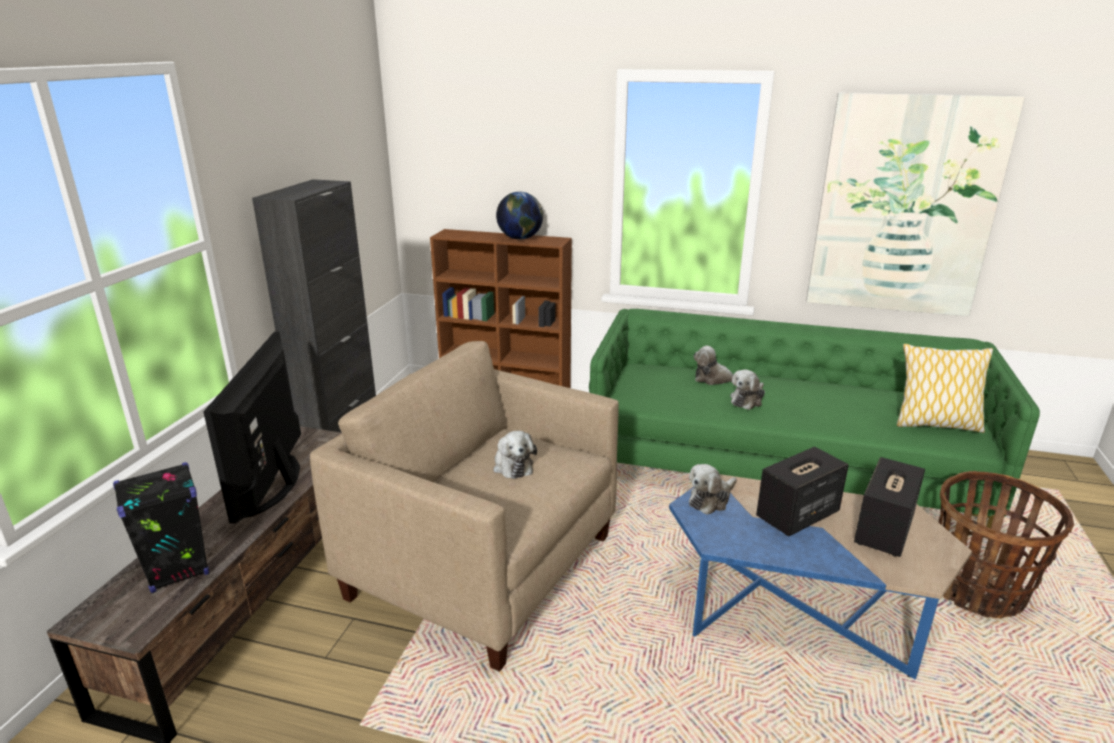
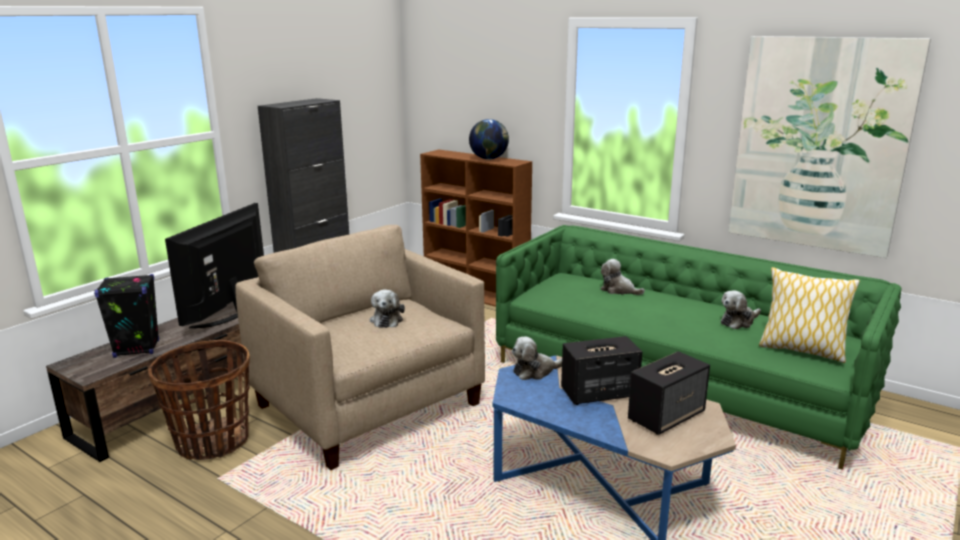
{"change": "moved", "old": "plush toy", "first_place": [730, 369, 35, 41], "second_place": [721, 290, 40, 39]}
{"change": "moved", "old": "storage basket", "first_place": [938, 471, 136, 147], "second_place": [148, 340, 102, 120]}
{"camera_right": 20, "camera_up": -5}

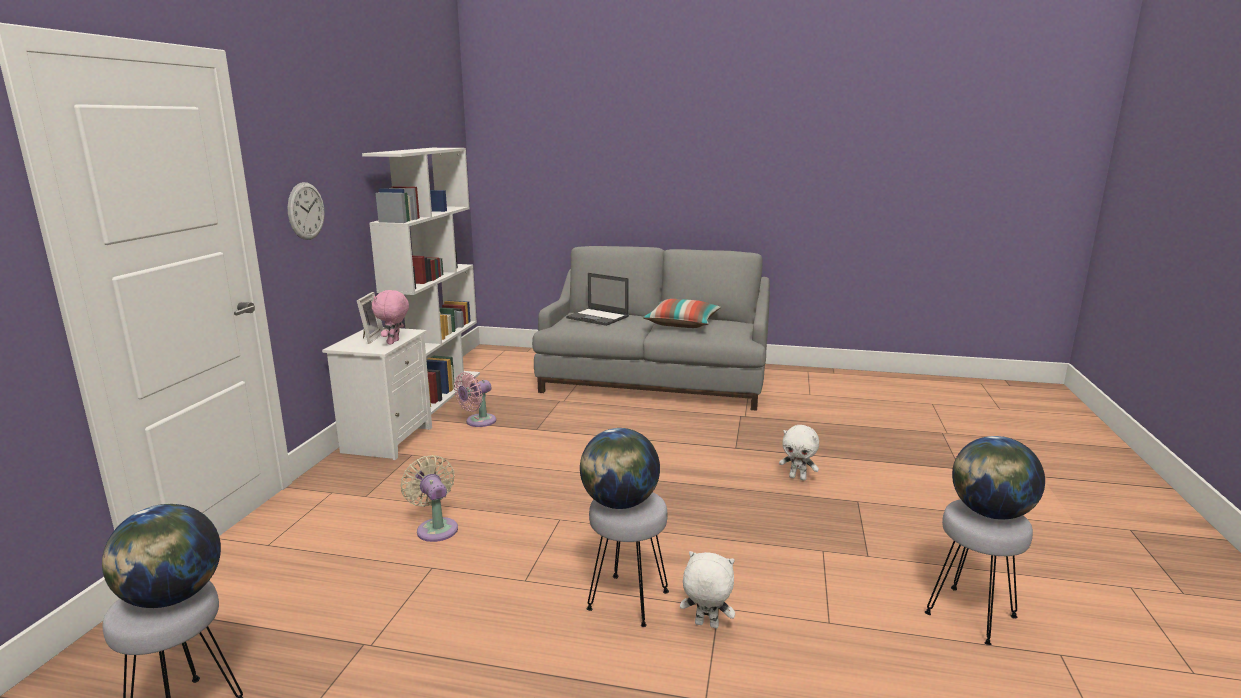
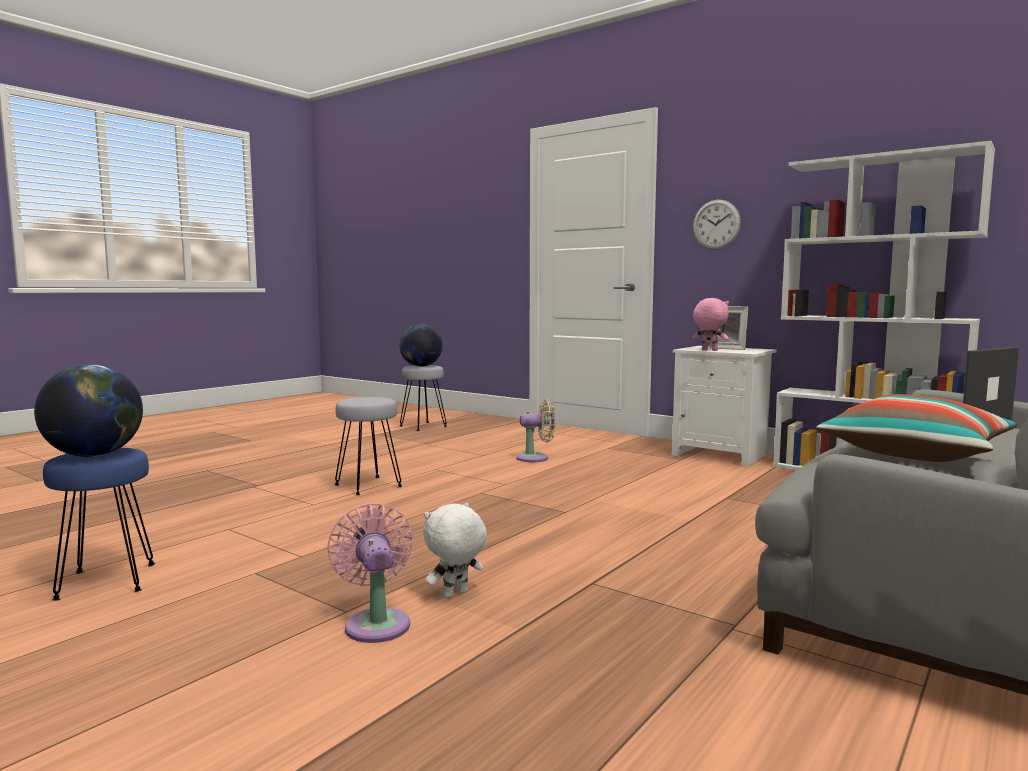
{"change": "moved", "old": "pink-coloured electric fan", "first_place": [454, 372, 42, 55], "second_place": [328, 503, 85, 140]}
{"change": "removed", "old": "globe", "first_place": [580, 428, 80, 81]}
{"change": "removed", "old": "white-coloured plush toy", "first_place": [680, 551, 55, 78]}
{"change": "recoloured", "old": "greyish stool seat", "new": "bluish stool seat", "first_place": [925, 499, 108, 146], "second_place": [43, 448, 112, 153]}
{"camera_right": 115, "camera_up": -10}

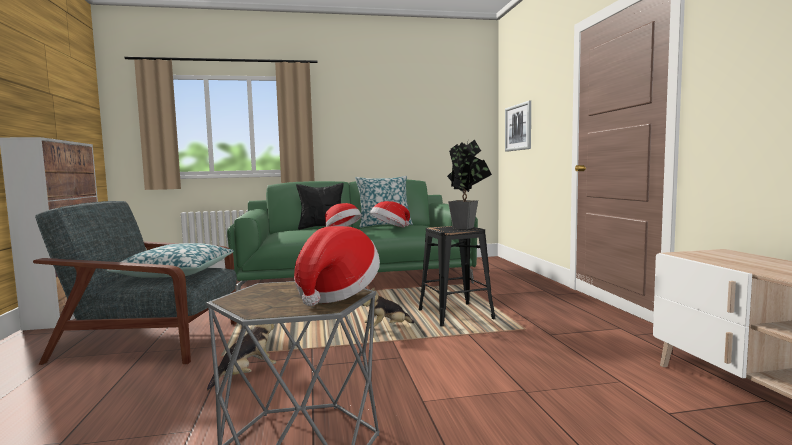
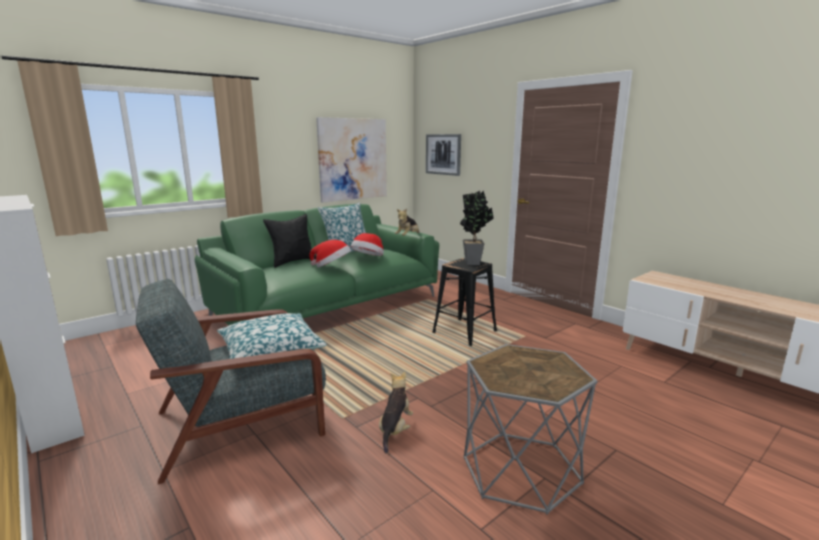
{"change": "removed", "old": "clothing hat", "first_place": [294, 226, 86, 80]}
{"change": "moved", "old": "plush toy", "first_place": [362, 288, 53, 40], "second_place": [395, 208, 24, 28]}
{"change": "added", "new": "picture", "second_place": [316, 117, 71, 86]}
{"camera_right": -30, "camera_up": 10}

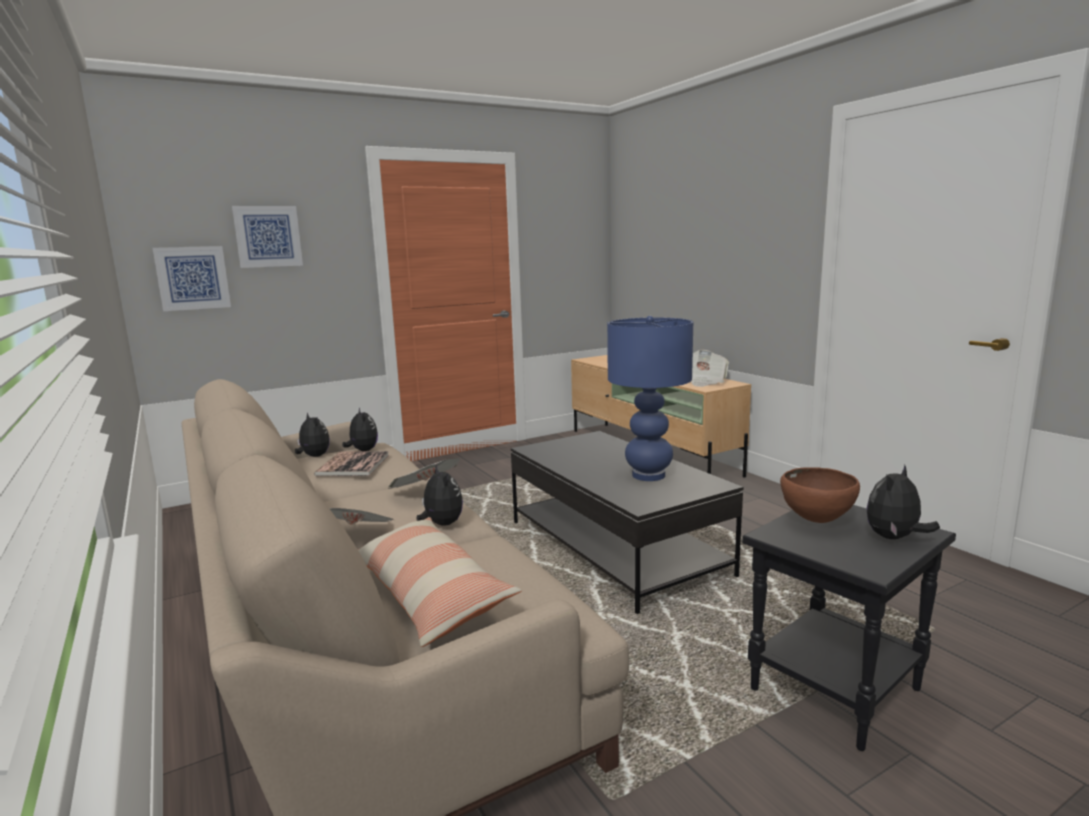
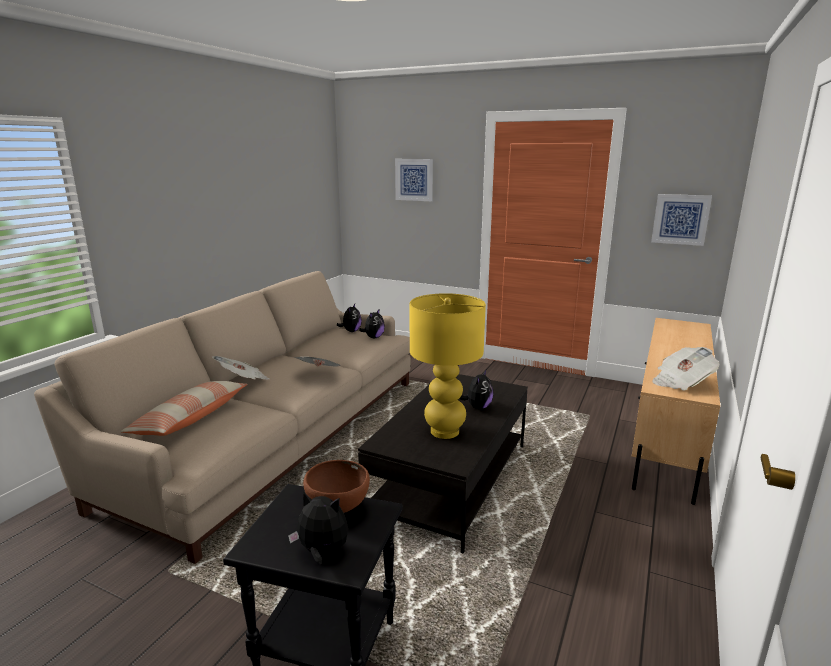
{"change": "moved", "old": "picture", "first_place": [153, 246, 78, 65], "second_place": [651, 194, 61, 52]}
{"change": "removed", "old": "book", "first_place": [314, 451, 75, 25]}
{"change": "moved", "old": "plush toy", "first_place": [416, 464, 47, 62], "second_place": [459, 370, 35, 39]}
{"change": "recoloured", "old": "bluish lamp for a table", "new": "yellow lamp for a table", "first_place": [607, 316, 86, 165], "second_place": [410, 293, 76, 146]}
{"camera_right": 55, "camera_up": 5}

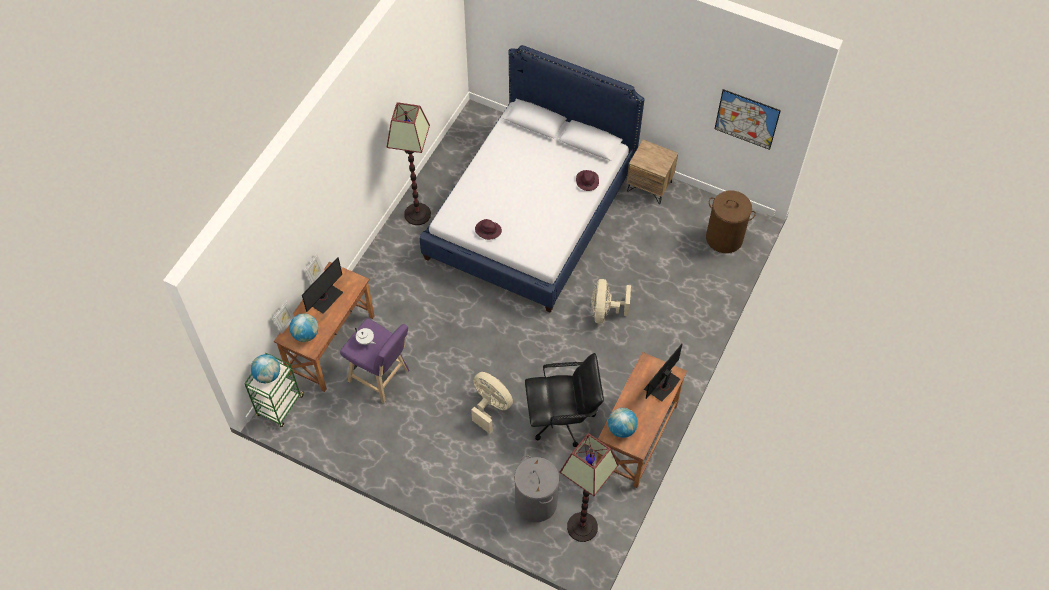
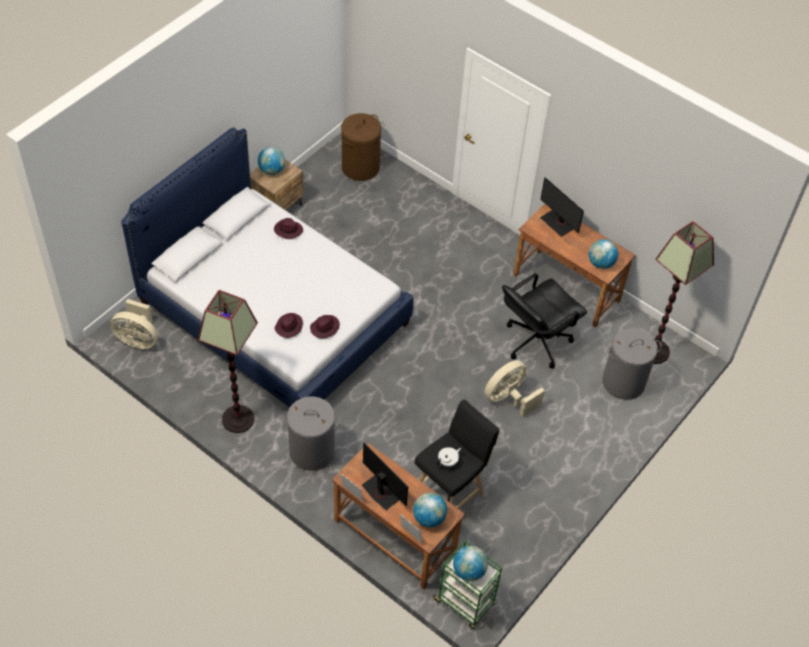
{"change": "recoloured", "old": "purple stool seat", "new": "black stool seat", "first_place": [340, 318, 70, 85], "second_place": [415, 400, 84, 109]}
{"change": "turned", "old": "black computer chair", "first_place": [525, 353, 79, 94], "second_place": [502, 273, 85, 96], "degrees": -135}
{"change": "moved", "old": "beige-coloured electric fan", "first_place": [591, 279, 40, 45], "second_place": [110, 299, 48, 50]}
{"change": "removed", "old": "picture", "first_place": [715, 89, 66, 61]}
{"change": "added", "new": "globe", "second_place": [258, 147, 27, 28]}
{"change": "added", "new": "purple clothing hat", "second_place": [275, 313, 28, 25]}
{"change": "added", "new": "greyish hamper", "second_place": [281, 396, 59, 75]}
{"camera_right": -80, "camera_up": -5}

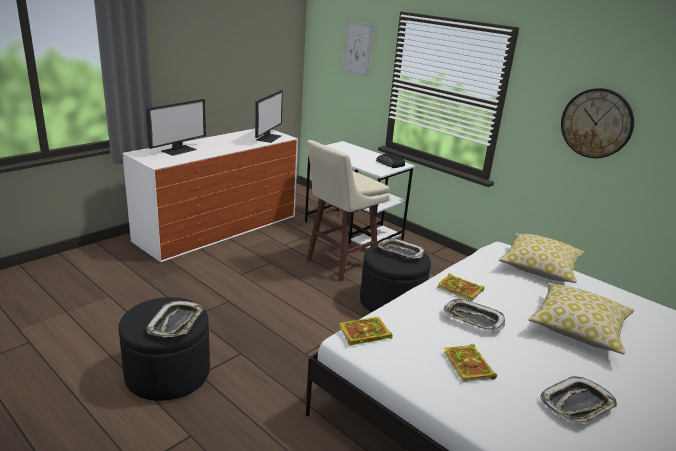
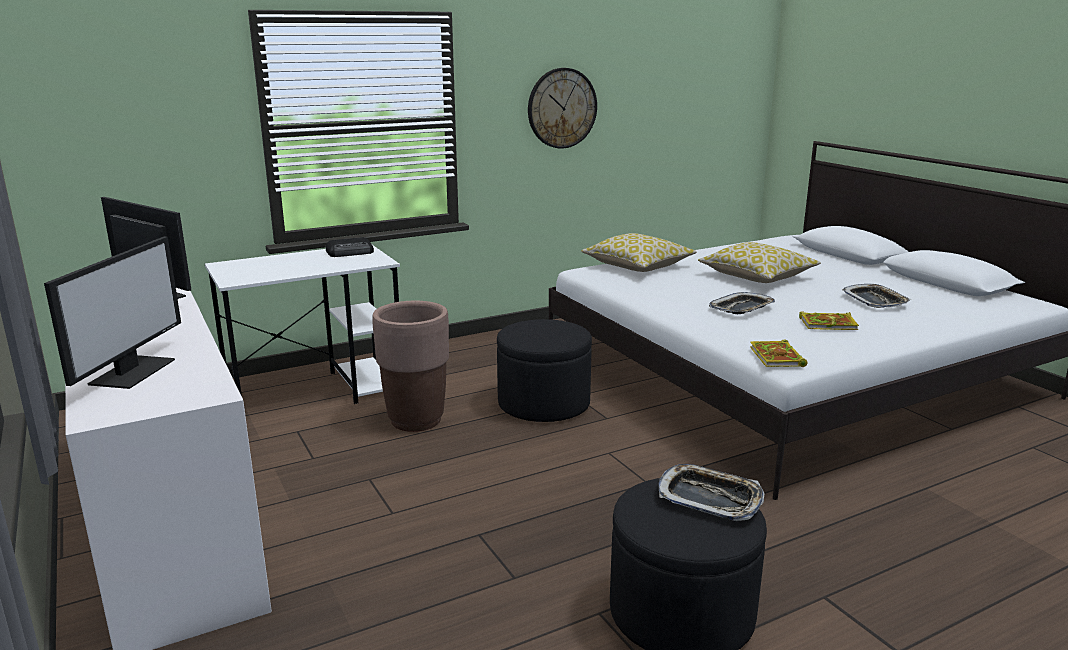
{"change": "turned", "old": "monitor", "first_place": [146, 99, 60, 57], "second_place": [44, 237, 137, 152], "degrees": 45}
{"change": "replaced", "old": "beige-coloured stool seat", "new": "brownish planter", "first_place": [307, 140, 82, 141], "second_place": [372, 301, 77, 131]}
{"change": "removed", "old": "picture", "first_place": [344, 21, 30, 56]}
{"change": "removed", "old": "tray", "first_place": [378, 238, 46, 21]}
{"change": "removed", "old": "book", "first_place": [437, 273, 48, 28]}
{"camera_right": -70, "camera_up": -5}

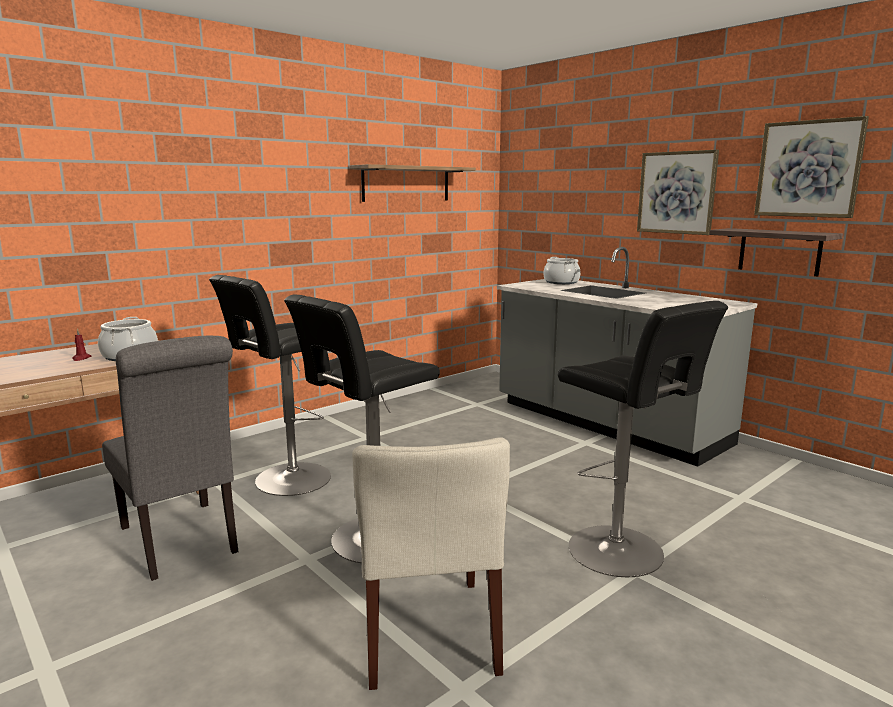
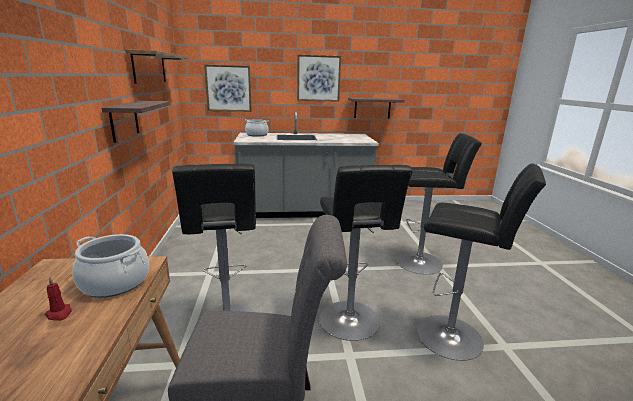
{"change": "replaced", "old": "beige-coloured plain chair", "new": "black stool seat", "first_place": [352, 437, 158, 253], "second_place": [417, 163, 129, 198]}
{"change": "moved", "old": "picture", "first_place": [754, 116, 115, 102], "second_place": [204, 65, 47, 47]}
{"change": "added", "new": "wall shelf", "second_place": [102, 101, 68, 42]}
{"camera_right": -55, "camera_up": 5}

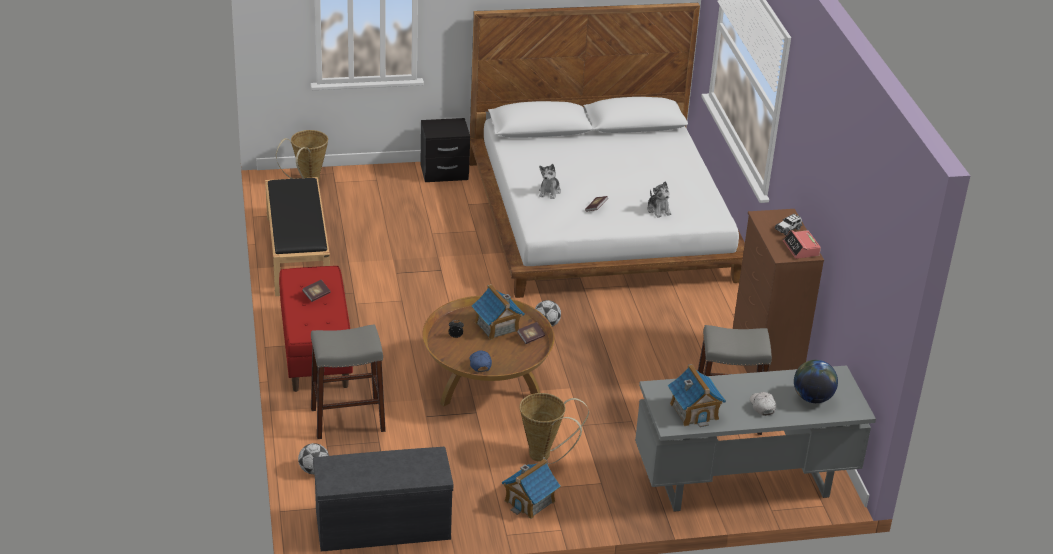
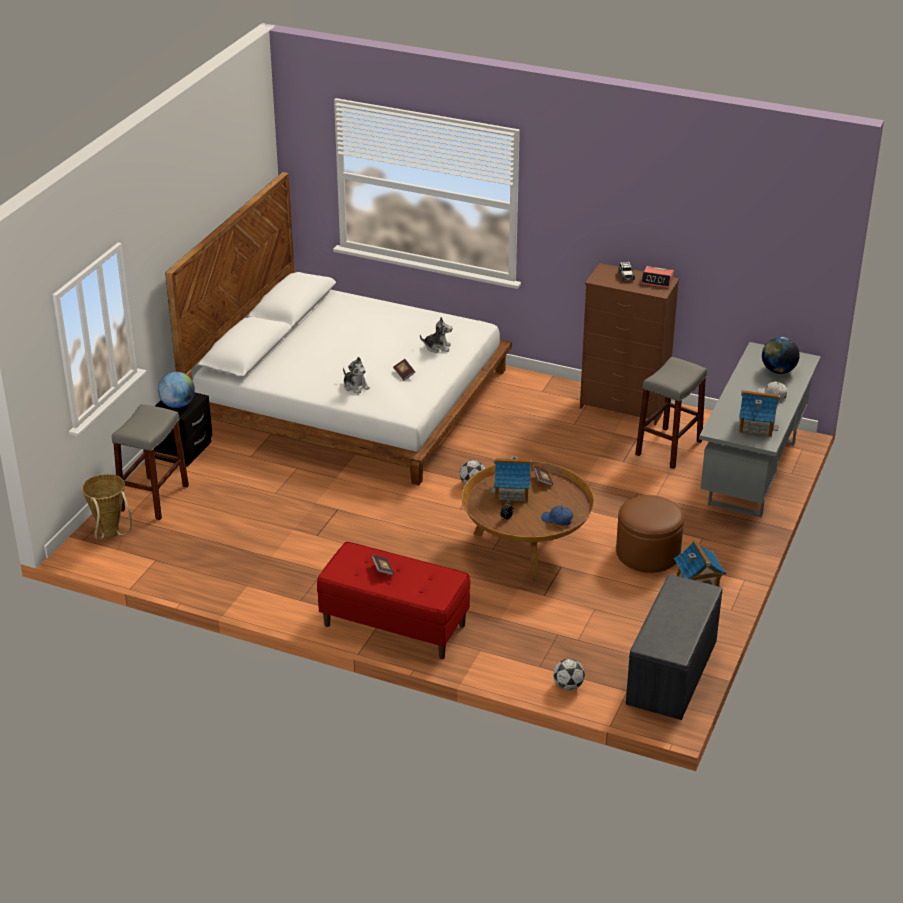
{"change": "removed", "old": "black long seat", "first_place": [265, 177, 65, 119]}
{"change": "moved", "old": "greyish stool seat", "first_place": [311, 324, 75, 115], "second_place": [112, 404, 77, 116]}
{"change": "replaced", "old": "storage basket", "new": "brownish pouffe", "first_place": [520, 393, 69, 71], "second_place": [616, 495, 68, 78]}
{"change": "added", "new": "globe", "second_place": [158, 372, 37, 36]}
{"camera_right": -55, "camera_up": 0}

